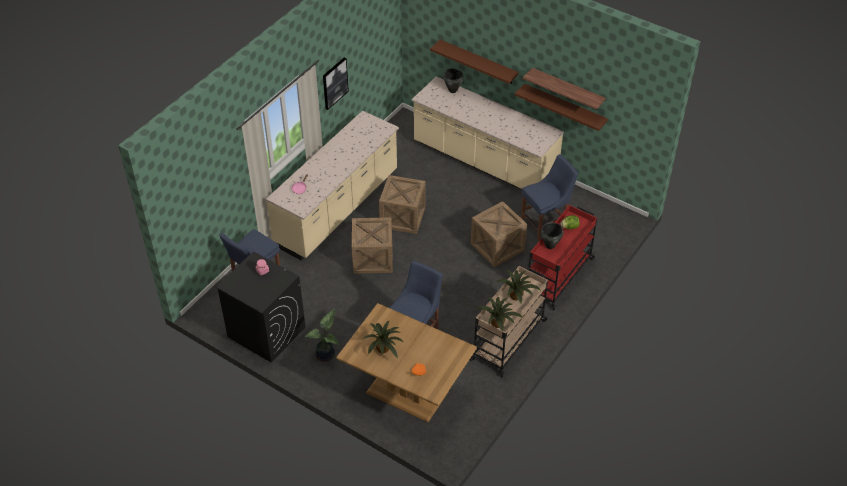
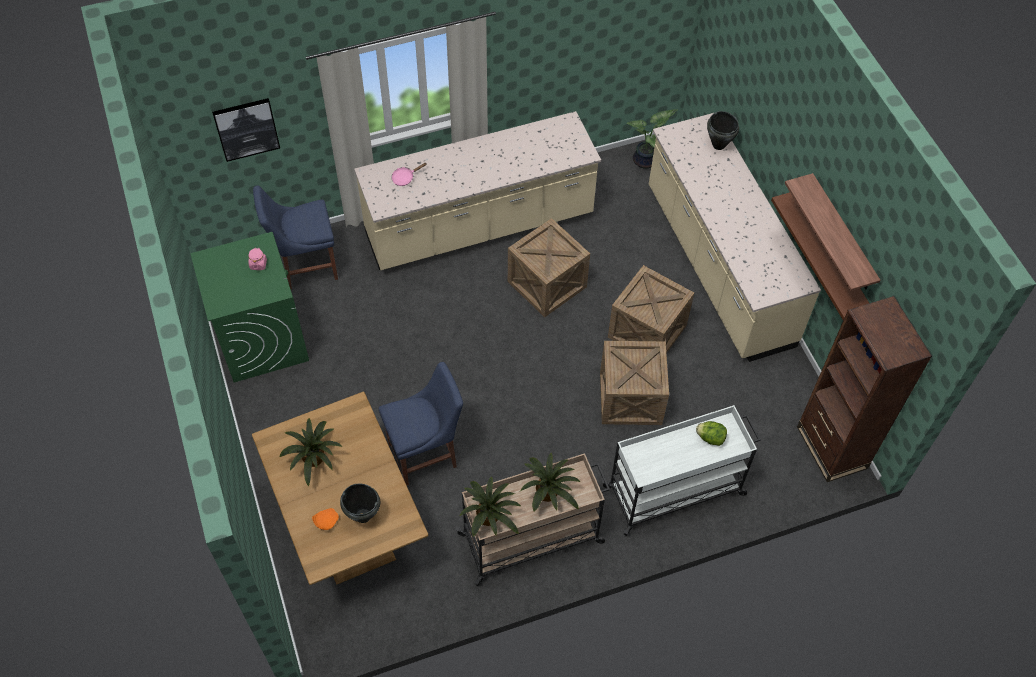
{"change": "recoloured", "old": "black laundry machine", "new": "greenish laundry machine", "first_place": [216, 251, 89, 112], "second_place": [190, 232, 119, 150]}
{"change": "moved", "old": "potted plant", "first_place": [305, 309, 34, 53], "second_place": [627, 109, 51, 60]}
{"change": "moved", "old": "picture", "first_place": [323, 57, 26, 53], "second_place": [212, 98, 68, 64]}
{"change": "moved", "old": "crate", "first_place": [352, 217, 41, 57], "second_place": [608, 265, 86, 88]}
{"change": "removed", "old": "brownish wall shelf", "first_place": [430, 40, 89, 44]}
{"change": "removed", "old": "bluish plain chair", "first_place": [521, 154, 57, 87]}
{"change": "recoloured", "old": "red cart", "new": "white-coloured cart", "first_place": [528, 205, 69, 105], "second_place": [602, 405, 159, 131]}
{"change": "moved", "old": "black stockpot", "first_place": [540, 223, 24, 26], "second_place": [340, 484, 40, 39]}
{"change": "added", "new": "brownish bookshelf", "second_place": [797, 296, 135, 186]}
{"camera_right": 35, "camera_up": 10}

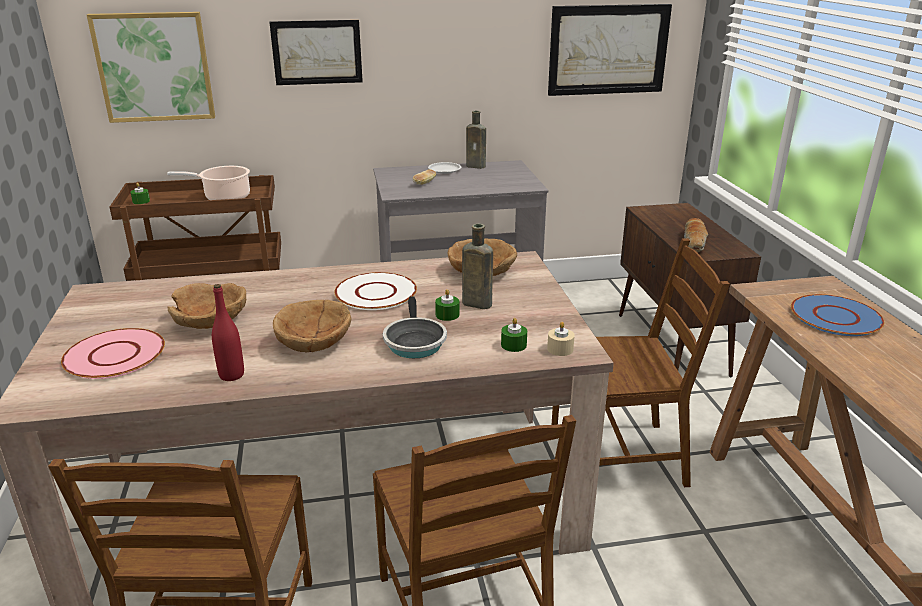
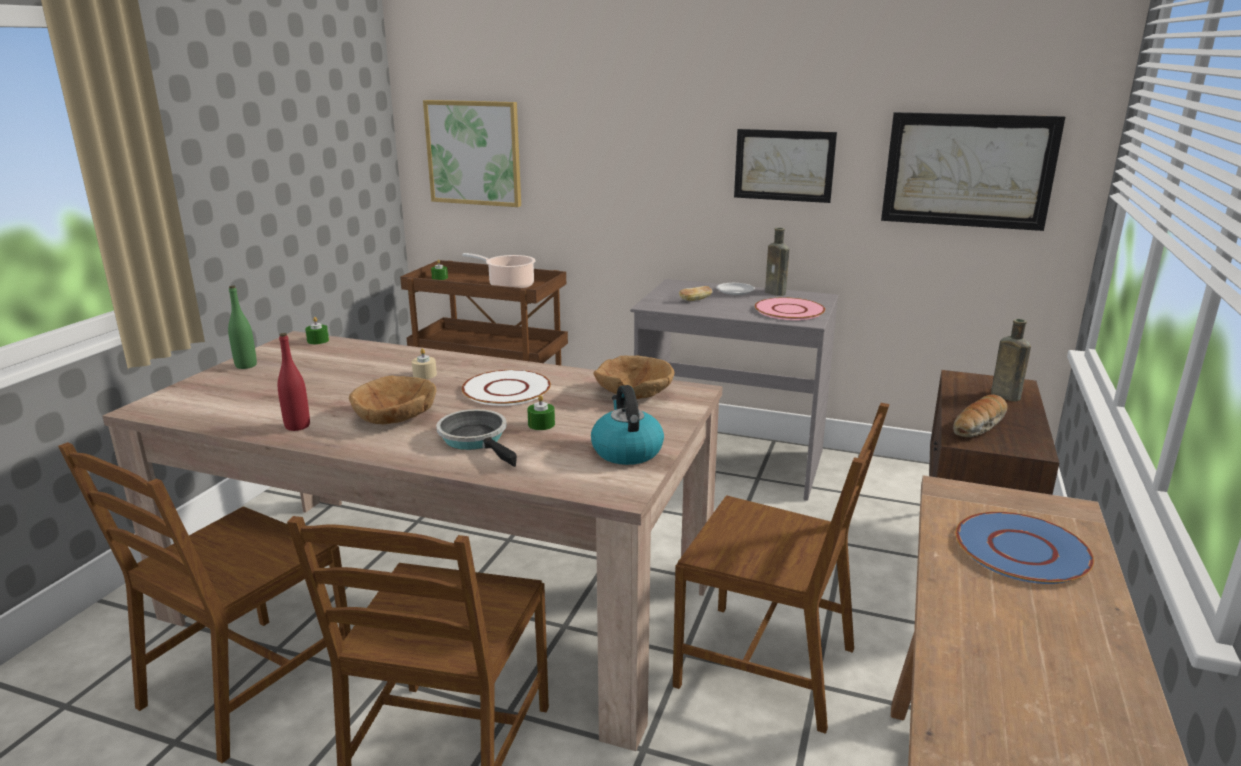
{"change": "moved", "old": "pink-coloured dinner plate", "first_place": [61, 328, 104, 51], "second_place": [755, 297, 70, 23]}
{"change": "removed", "old": "brownish deep dish", "first_place": [168, 283, 78, 46]}
{"change": "moved", "old": "picture", "first_place": [269, 20, 94, 65], "second_place": [734, 129, 103, 74]}
{"change": "turned", "old": "frying pan", "first_place": [383, 297, 64, 61], "second_place": [436, 409, 81, 58], "degrees": 120}
{"change": "moved", "old": "brownish beverage bottle", "first_place": [462, 224, 31, 85], "second_place": [991, 319, 40, 82]}
{"change": "moved", "old": "greenish wax light", "first_place": [501, 318, 26, 34], "second_place": [305, 317, 24, 27]}
{"change": "moved", "old": "beige-coloured wax light", "first_place": [547, 322, 28, 34], "second_place": [412, 348, 25, 31]}
{"change": "added", "new": "greenish beverage bottle", "second_place": [228, 286, 29, 83]}
{"change": "added", "new": "water kettle", "second_place": [591, 385, 73, 80]}
{"camera_right": 30, "camera_up": -5}

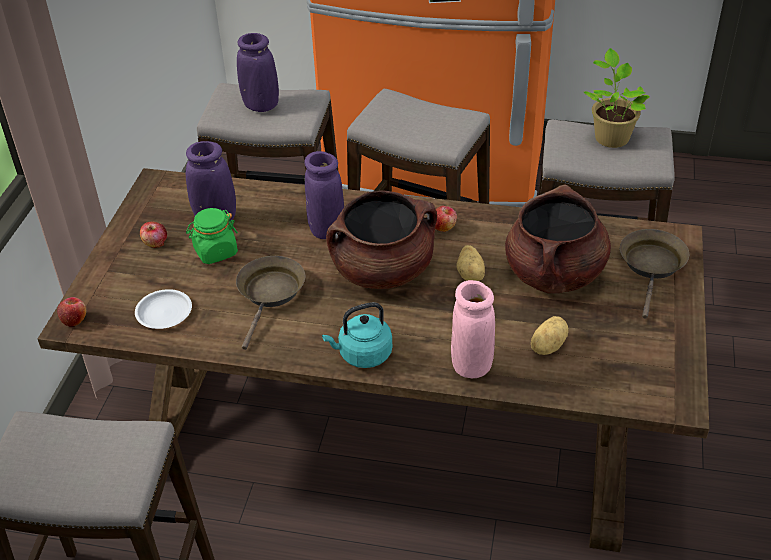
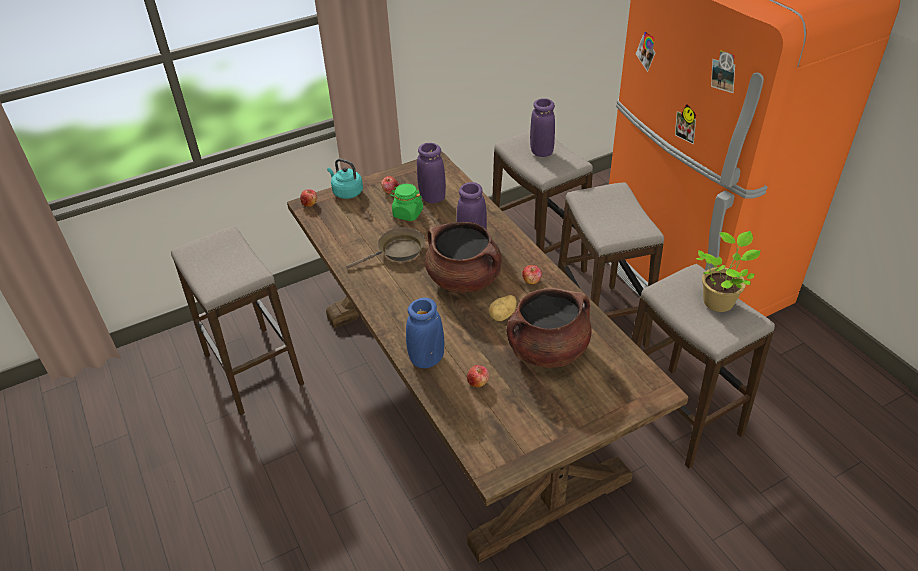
{"change": "removed", "old": "white-coloured dinner plate", "first_place": [135, 289, 57, 40]}
{"change": "moved", "old": "turquoise water kettle", "first_place": [322, 302, 70, 66], "second_place": [327, 159, 36, 40]}
{"change": "recoloured", "old": "pink-coloured decorative vase", "new": "bluish decorative vase", "first_place": [451, 280, 44, 98], "second_place": [406, 298, 38, 70]}
{"change": "replaced", "old": "potato", "new": "apple fruit", "first_place": [531, 316, 38, 39], "second_place": [467, 365, 22, 22]}
{"change": "removed", "old": "brownish frying pan", "first_place": [620, 229, 69, 90]}
{"camera_right": 50, "camera_up": 0}

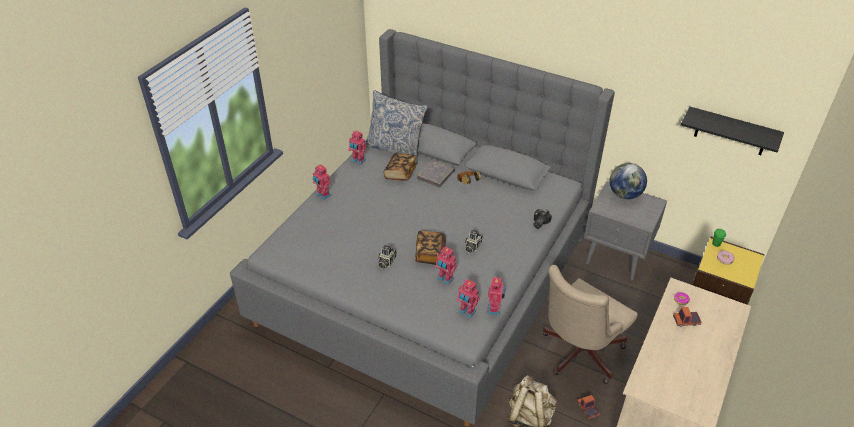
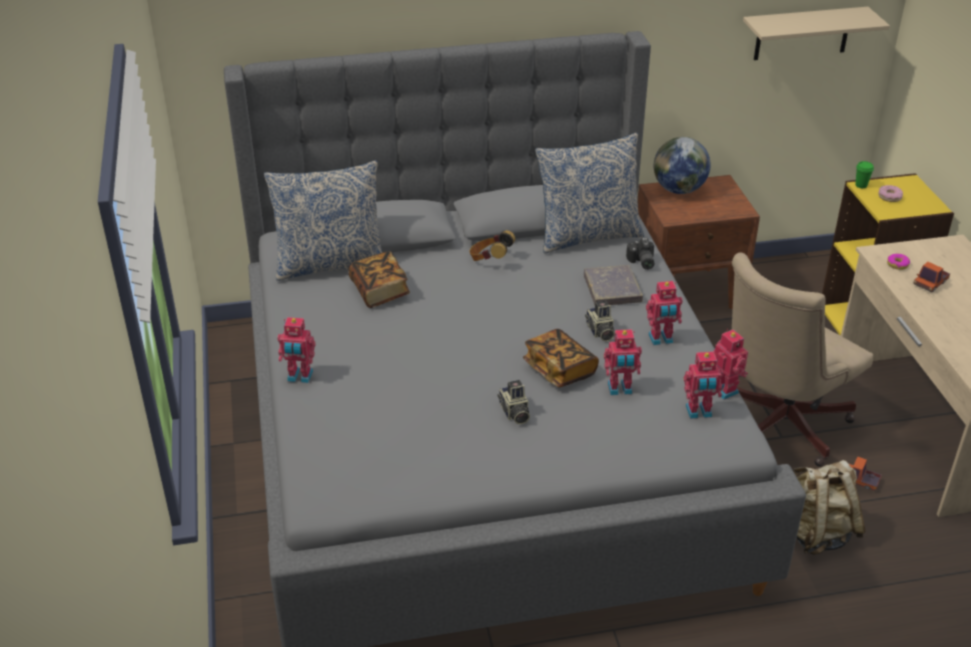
{"change": "moved", "old": "robot figure", "first_place": [348, 131, 19, 34], "second_place": [646, 281, 37, 64]}
{"change": "moved", "old": "greyish book", "first_place": [417, 160, 38, 27], "second_place": [584, 265, 59, 40]}
{"change": "turned", "old": "beige-coloured computer chair", "first_place": [543, 265, 95, 119], "second_place": [732, 253, 141, 214], "degrees": 45}
{"change": "recoloured", "old": "greyish bedside table", "new": "brownish bedside table", "first_place": [584, 181, 83, 99], "second_place": [637, 175, 123, 134]}
{"change": "recoloured", "old": "black wall shelf", "new": "beige-coloured wall shelf", "first_place": [681, 107, 103, 48], "second_place": [743, 7, 147, 53]}
{"change": "added", "new": "cushion", "second_place": [535, 133, 109, 120]}
{"camera_right": -40, "camera_up": -5}

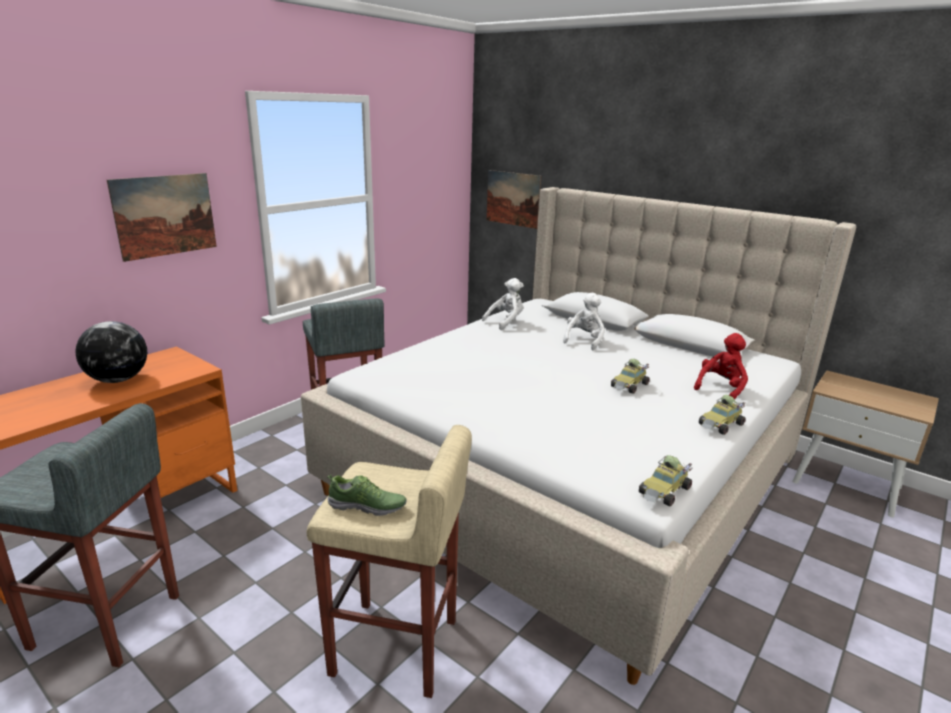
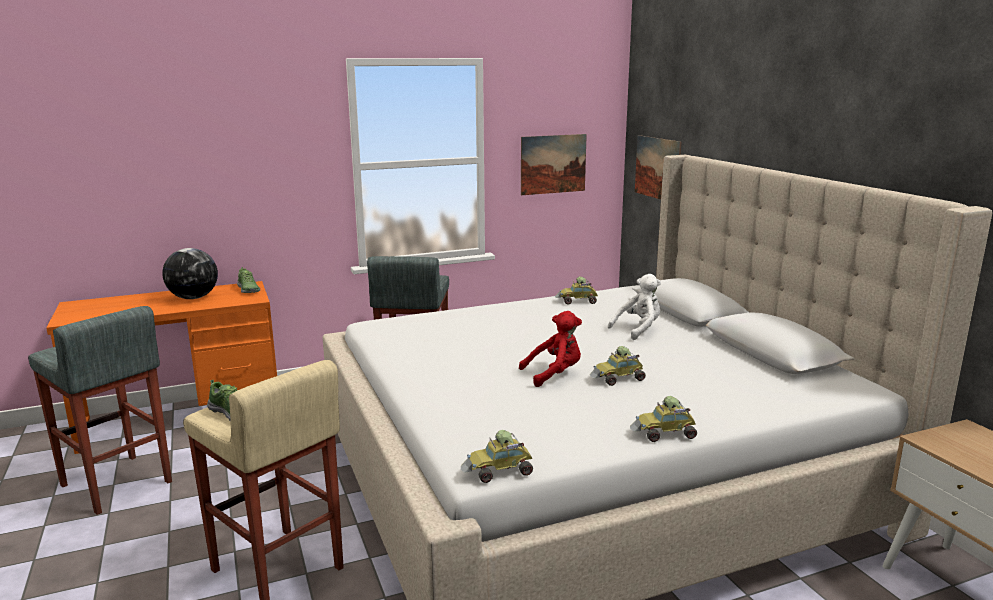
{"change": "moved", "old": "picture", "first_place": [107, 173, 110, 89], "second_place": [521, 134, 66, 61]}
{"change": "replaced", "old": "white-coloured plush toy", "new": "toy car", "first_place": [482, 278, 42, 52], "second_place": [555, 277, 43, 28]}
{"change": "moved", "old": "red plush toy", "first_place": [694, 333, 54, 67], "second_place": [519, 311, 63, 76]}
{"change": "added", "new": "low shoe", "second_place": [237, 267, 23, 26]}
{"camera_right": 30, "camera_up": -5}

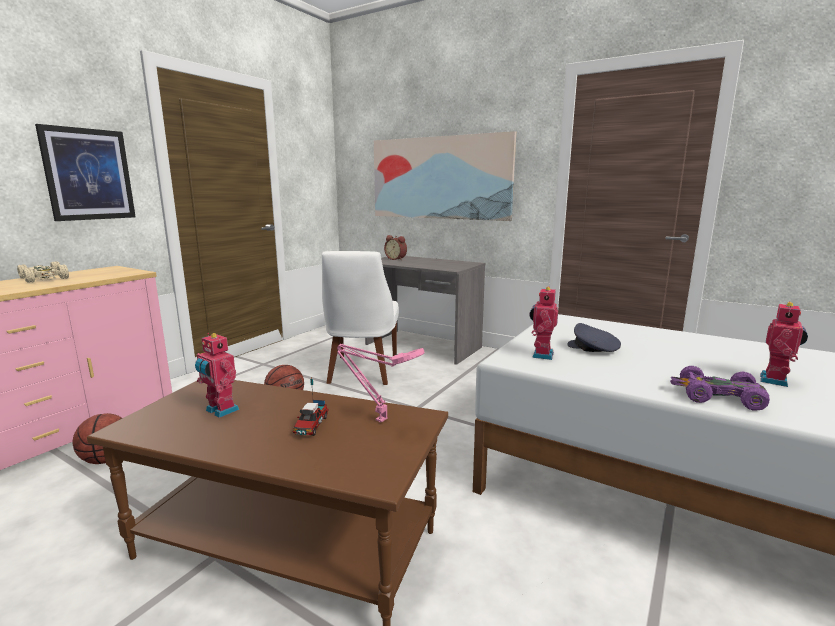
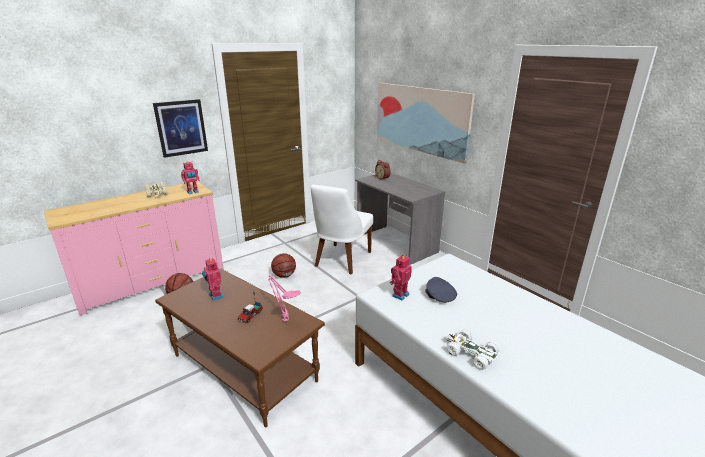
{"change": "recoloured", "old": "purple toy car", "new": "white-coloured toy car", "first_place": [670, 366, 100, 45], "second_place": [446, 329, 54, 41]}
{"change": "moved", "old": "robot figure", "first_place": [760, 302, 48, 85], "second_place": [181, 161, 19, 33]}
{"camera_right": 20, "camera_up": 10}

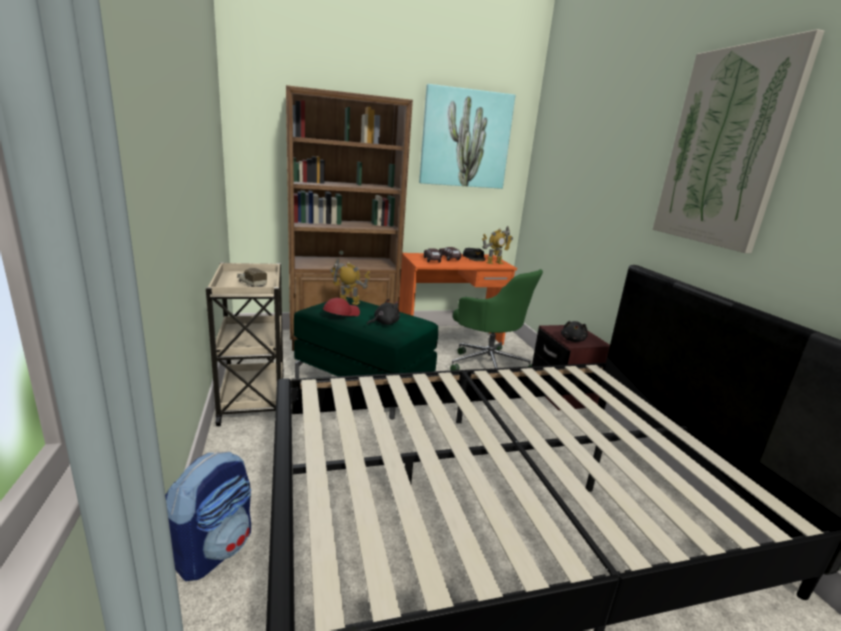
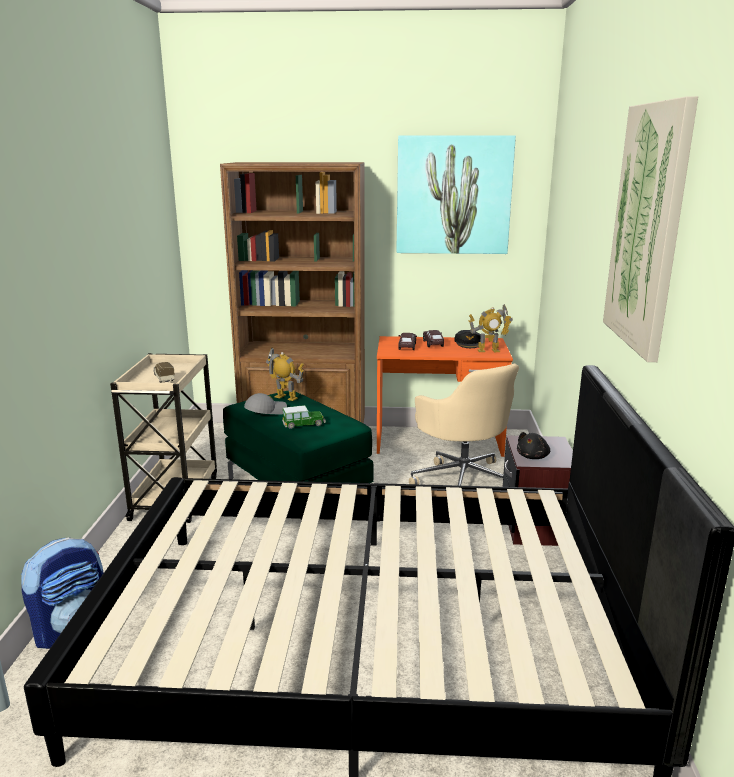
{"change": "recoloured", "old": "red peaked cap", "new": "greyish peaked cap", "first_place": [323, 298, 37, 18], "second_place": [244, 393, 43, 22]}
{"change": "replaced", "old": "black plush toy", "new": "toy car", "first_place": [367, 299, 33, 26], "second_place": [282, 405, 44, 24]}
{"change": "recoloured", "old": "greenish computer chair", "new": "beige-coloured computer chair", "first_place": [450, 269, 93, 102], "second_place": [409, 364, 110, 122]}
{"camera_right": 20, "camera_up": 0}

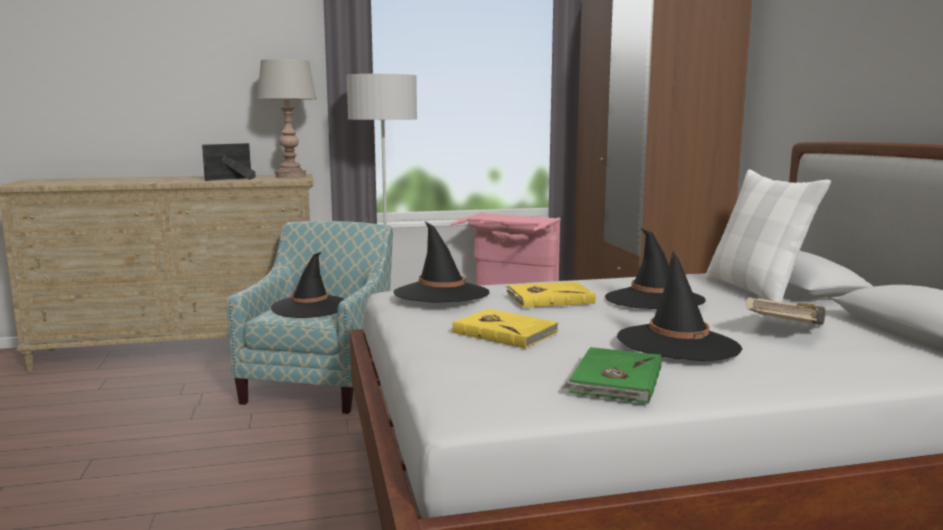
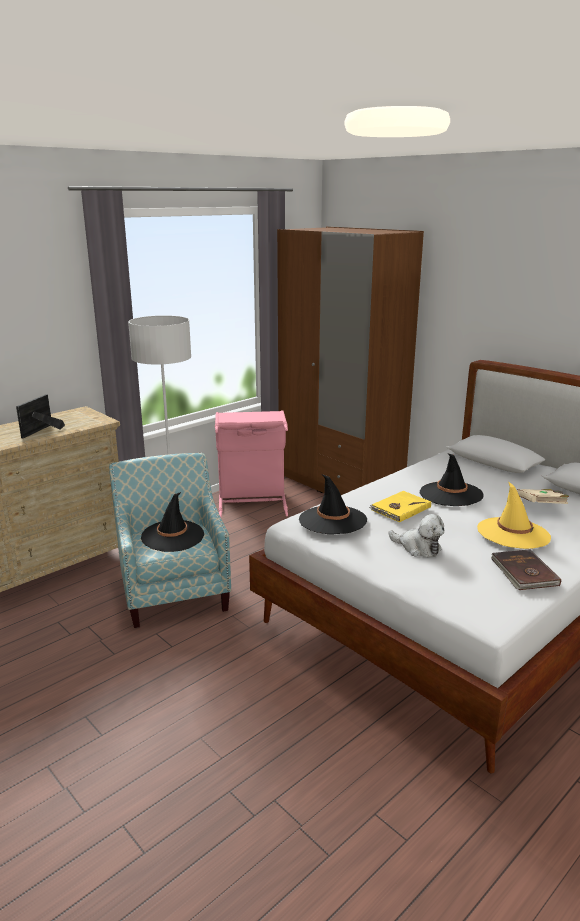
{"change": "removed", "old": "greyish lamp for a table", "first_place": [257, 59, 60, 119]}
{"change": "replaced", "old": "yellow book", "new": "plush toy", "first_place": [453, 309, 106, 40], "second_place": [388, 514, 56, 43]}
{"change": "recoloured", "old": "greenish book", "new": "brownish book", "first_place": [562, 347, 100, 57], "second_place": [491, 549, 70, 41]}
{"change": "recoloured", "old": "black clothing hat", "new": "yellow clothing hat", "first_place": [617, 252, 125, 109], "second_place": [477, 481, 74, 68]}
{"change": "removed", "old": "white-coloured cushion", "first_place": [705, 169, 126, 133]}
{"camera_right": -30, "camera_up": 10}

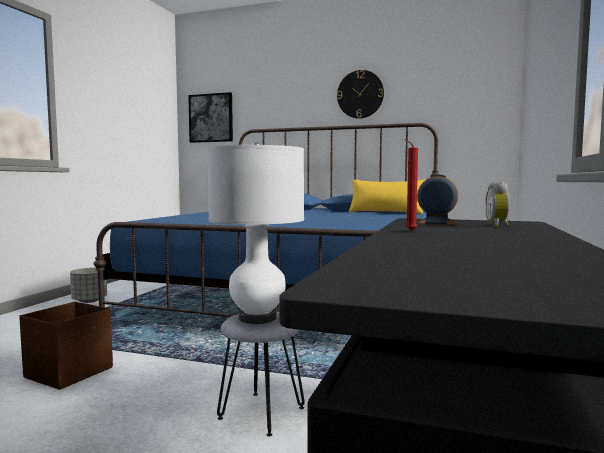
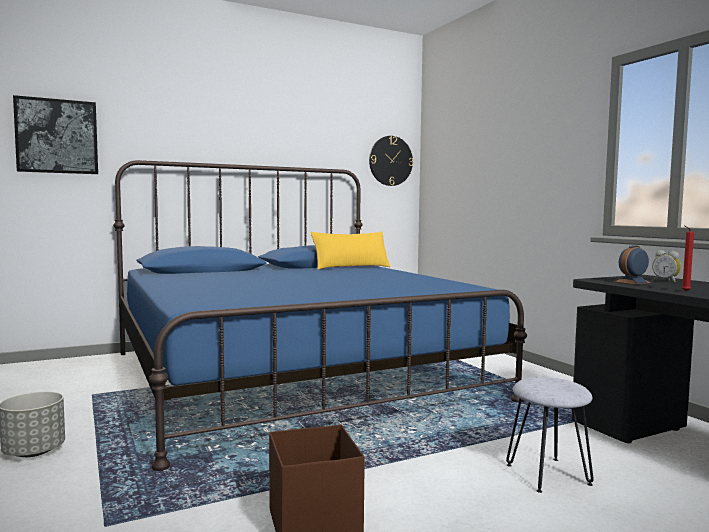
{"change": "removed", "old": "white-coloured lamp for a table", "first_place": [207, 142, 97, 182]}
{"change": "moved", "old": "hanging clock", "first_place": [337, 70, 47, 49], "second_place": [369, 136, 44, 50]}
{"camera_right": -45, "camera_up": 0}

